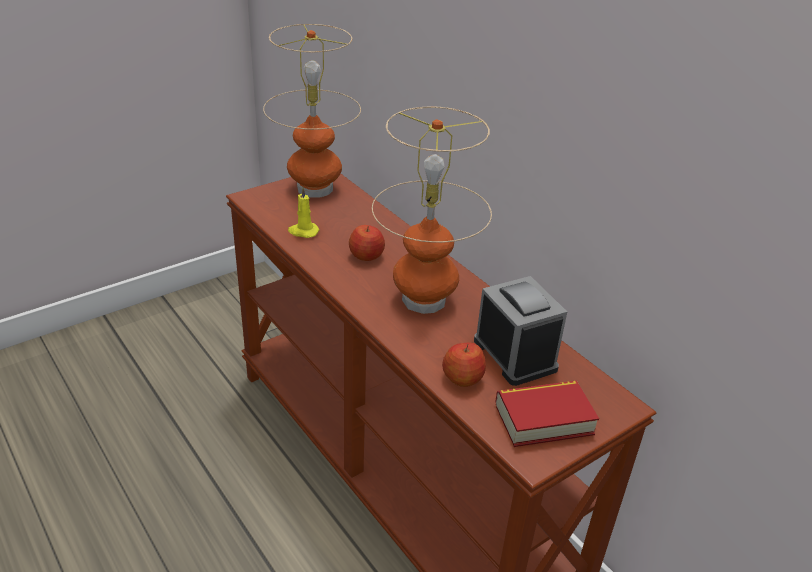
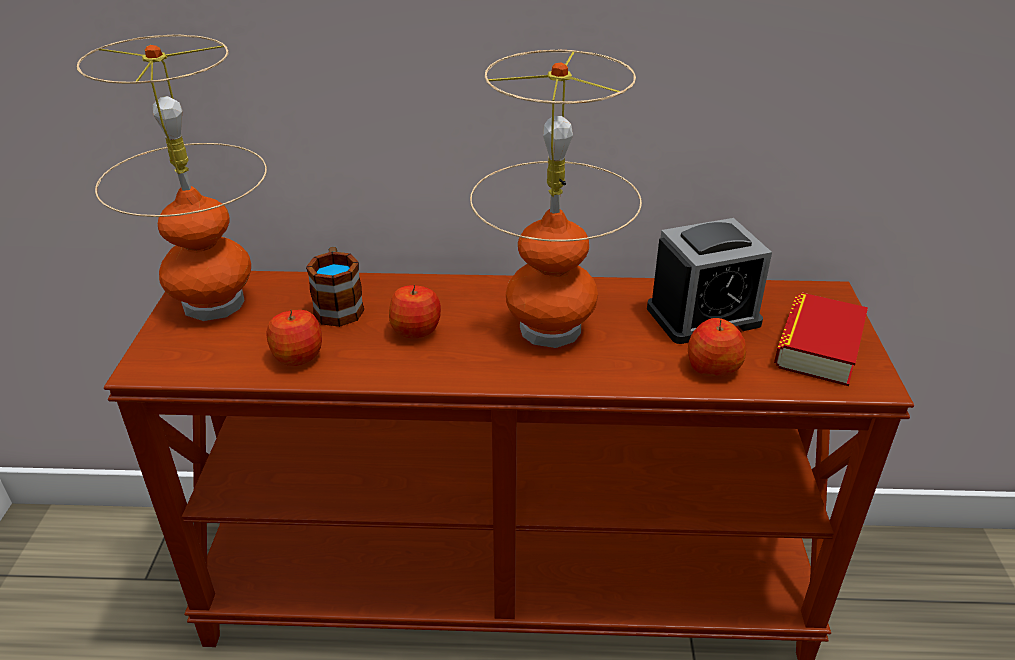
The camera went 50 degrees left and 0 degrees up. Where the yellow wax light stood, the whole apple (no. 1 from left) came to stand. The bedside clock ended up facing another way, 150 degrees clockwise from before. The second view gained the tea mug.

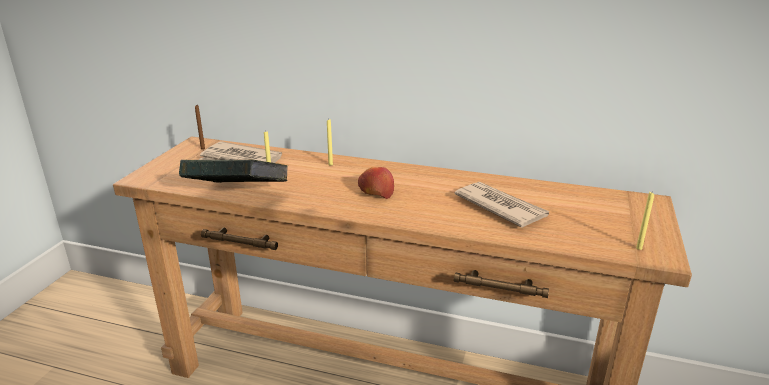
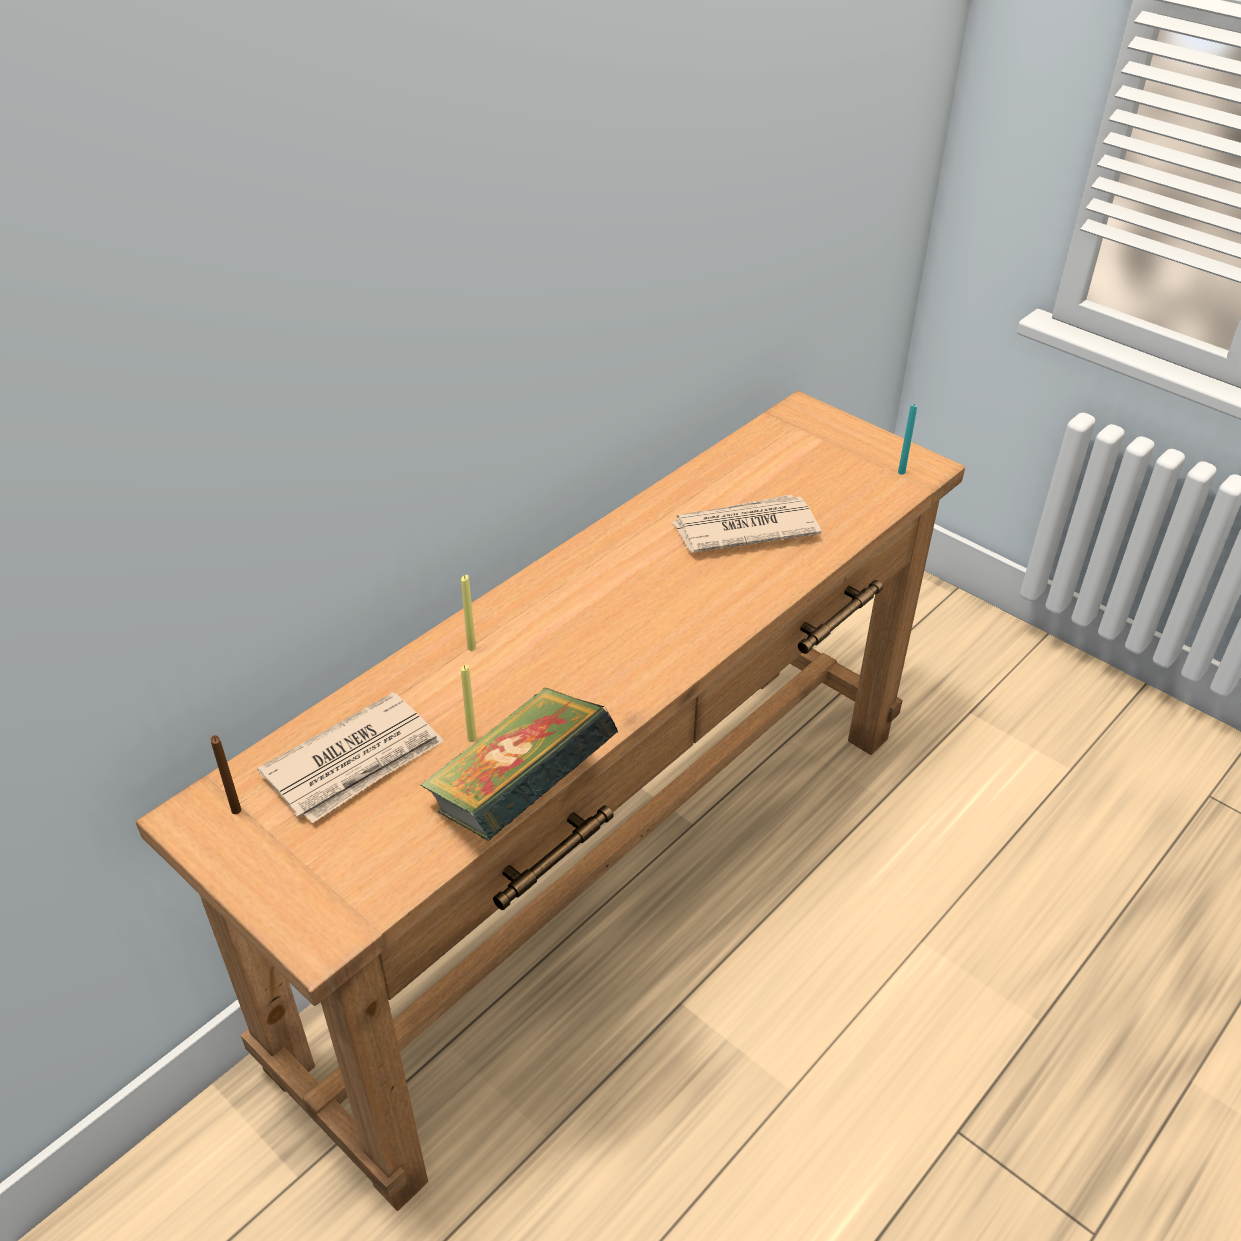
The camera went 65 degrees left and 15 degrees up. The second view lost the whole apple. What was the yellow wax light (no. 3 from left) turned into the turquoise wax light.

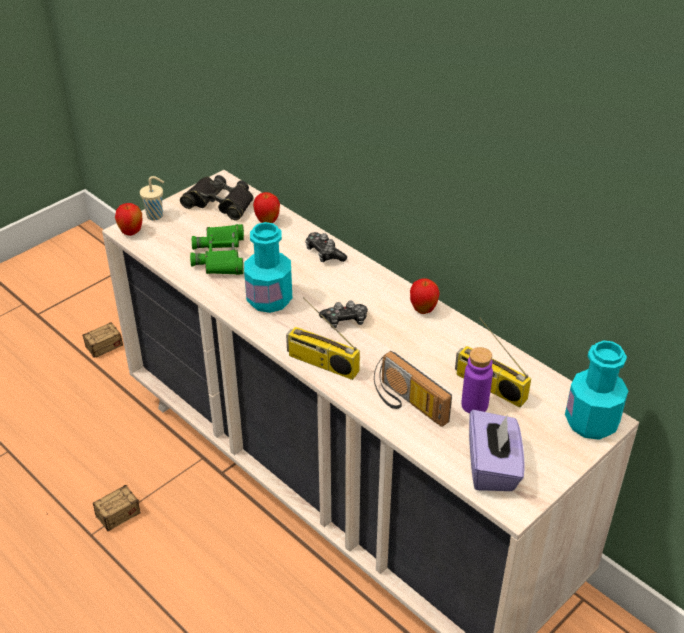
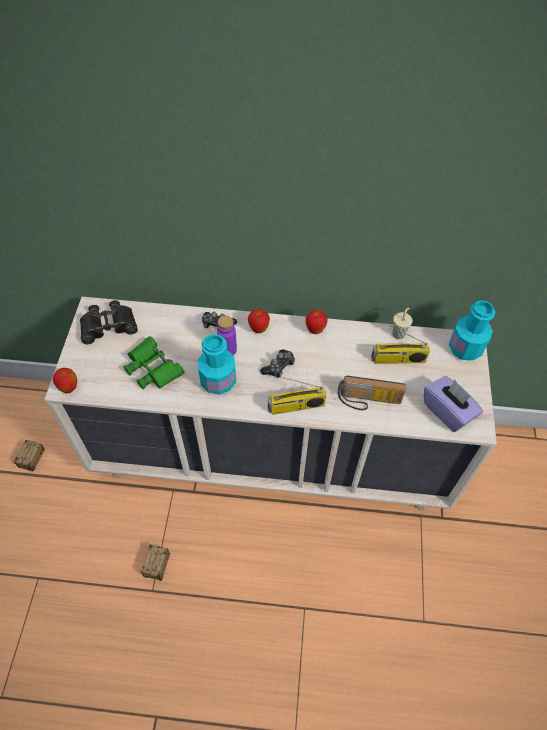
The camera went 40 degrees left and 15 degrees up. The beige cup ended up elsewhere. The whole apple (no. 2 from left) ended up elsewhere. The purple bottle ended up elsewhere.

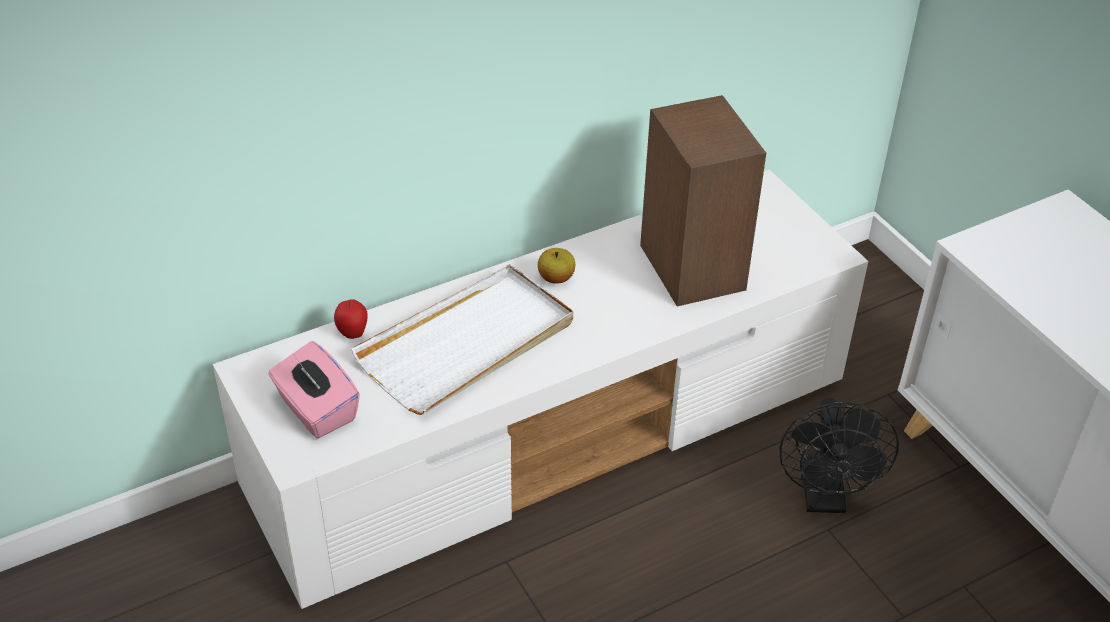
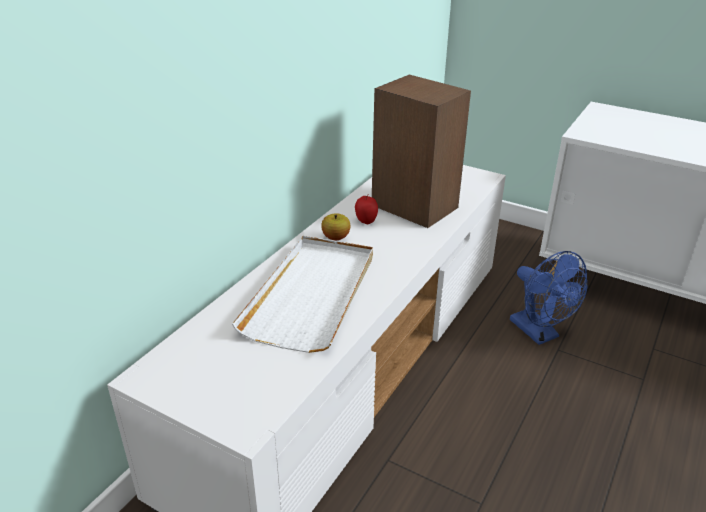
The camera went 30 degrees left and 10 degrees down. The second view lost the pinkish box of tissues. The whole apple (no. 1 from left in the first image) ended up elsewhere. What was the black-coloured electric fan turned into the blue electric fan.

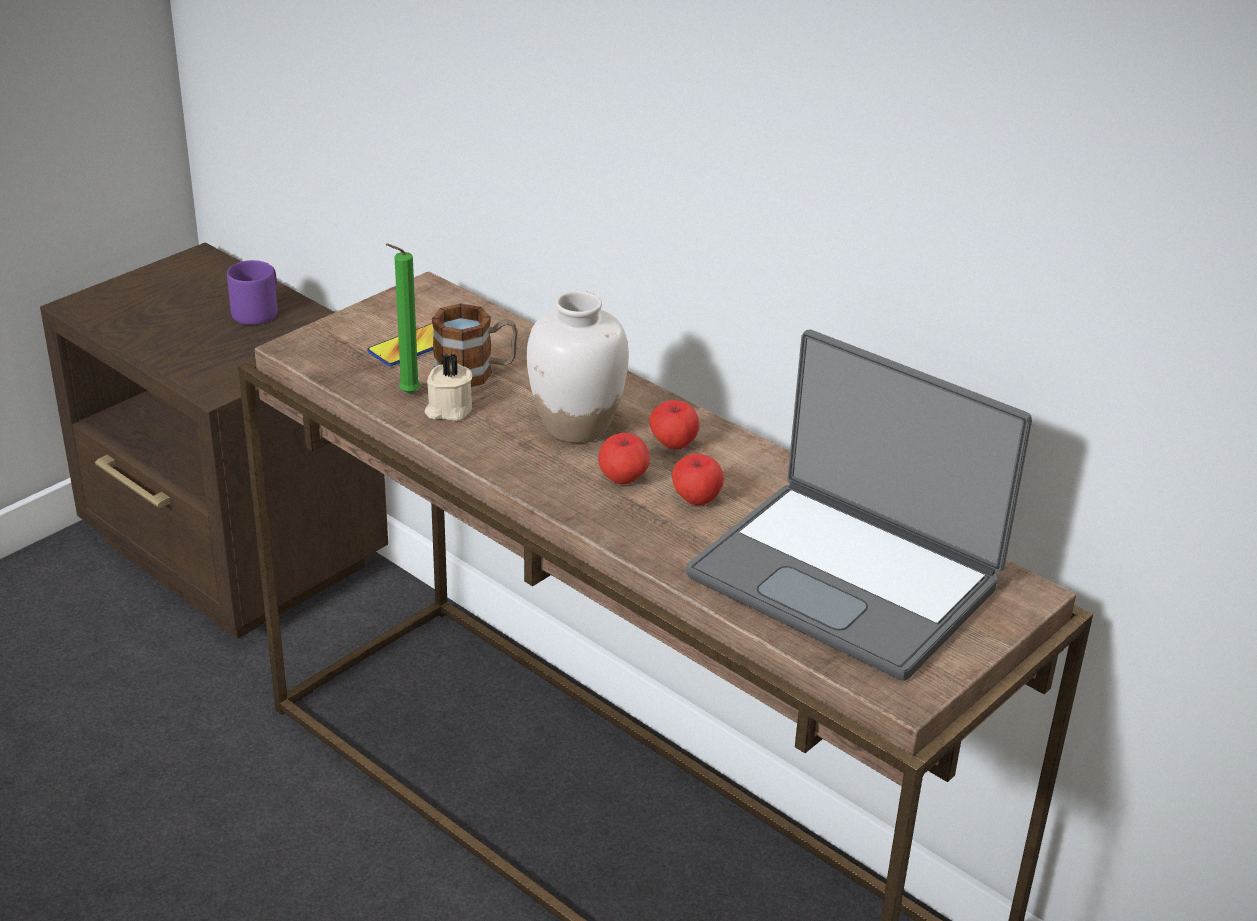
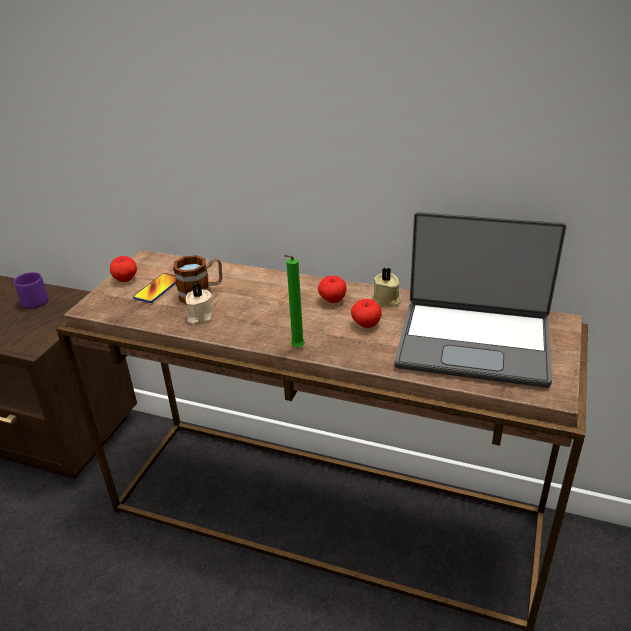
The camera went 20 degrees left and 0 degrees up. The green-coloured wax light ended up elsewhere. The second view lost the whitish vase. The whole apple (no. 1 from left) ended up elsewhere. The second view gained the beige wax light (no. 2 from left).

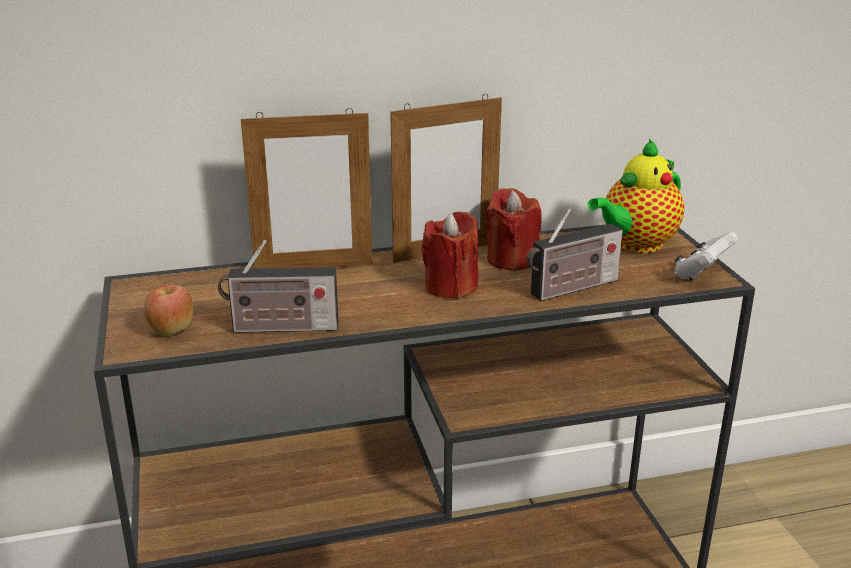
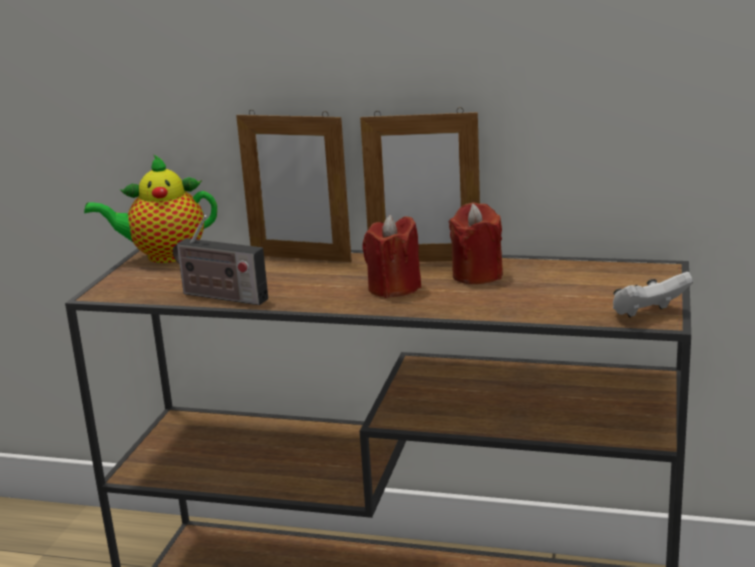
The camera went 30 degrees right and 5 degrees down. The second view lost the whole apple. The second view lost the radio (no. 2 from left). The tea pot ended up elsewhere.

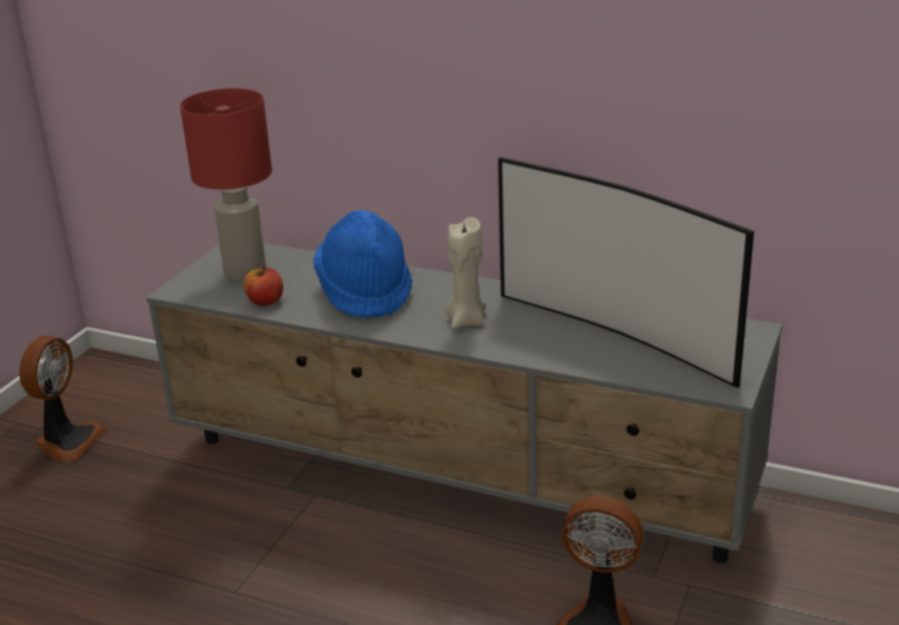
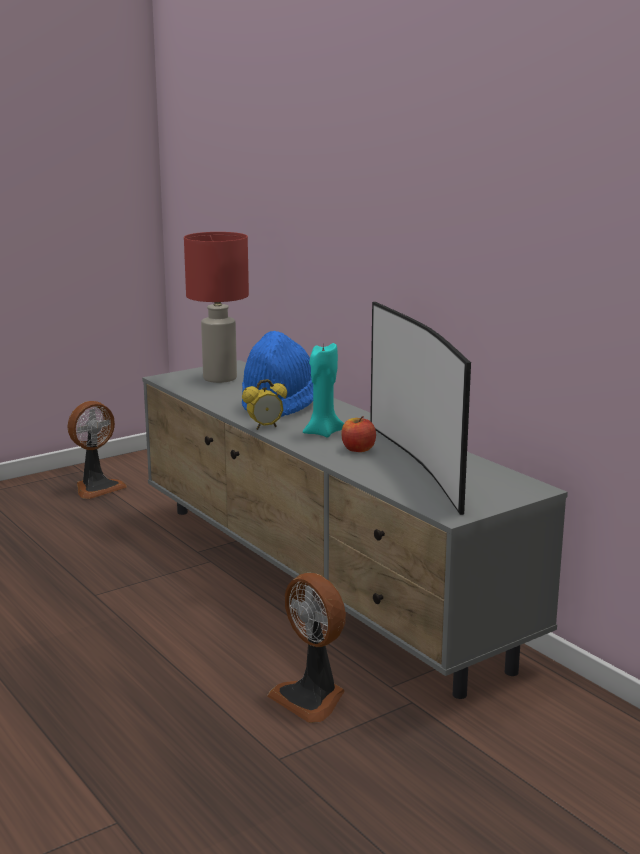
The camera went 30 degrees right and 10 degrees down. The whole apple ended up elsewhere. What was the beige wax light turned into the turquoise wax light. The second view gained the bedside clock.

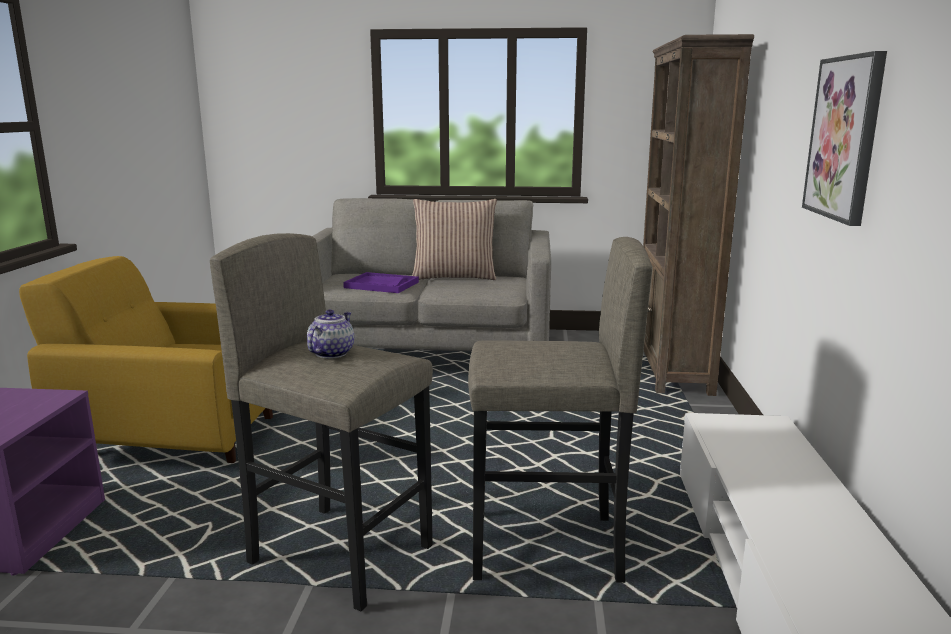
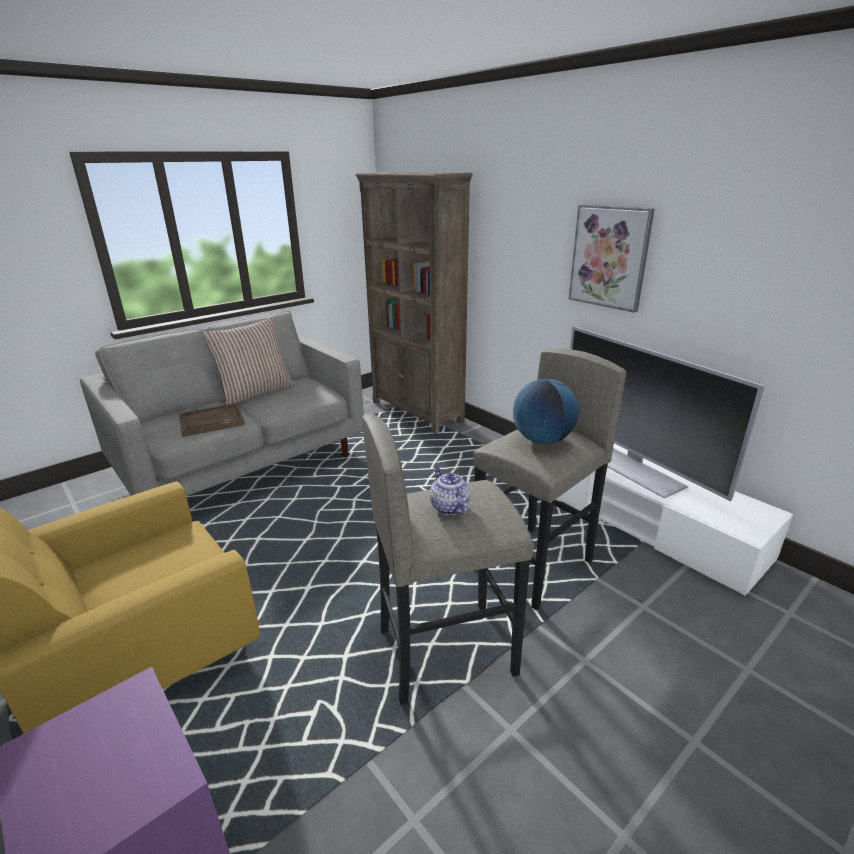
The camera went 45 degrees left and 10 degrees up. What was the purple tray turned into the brownish tray. The second view gained the desk globe. The second view gained the TV.

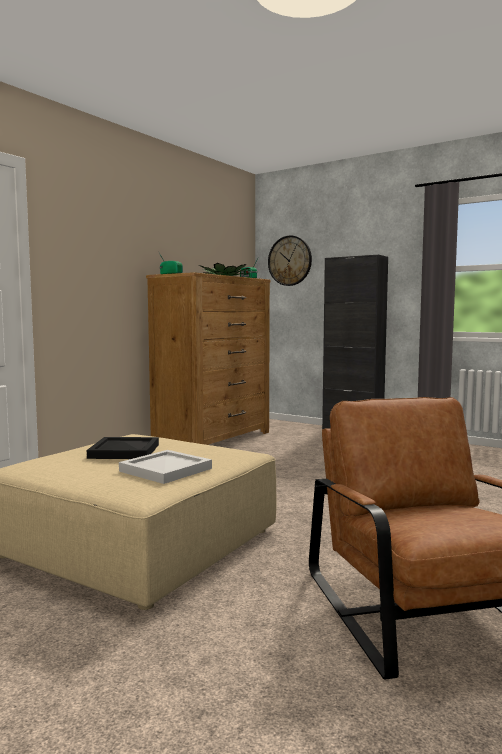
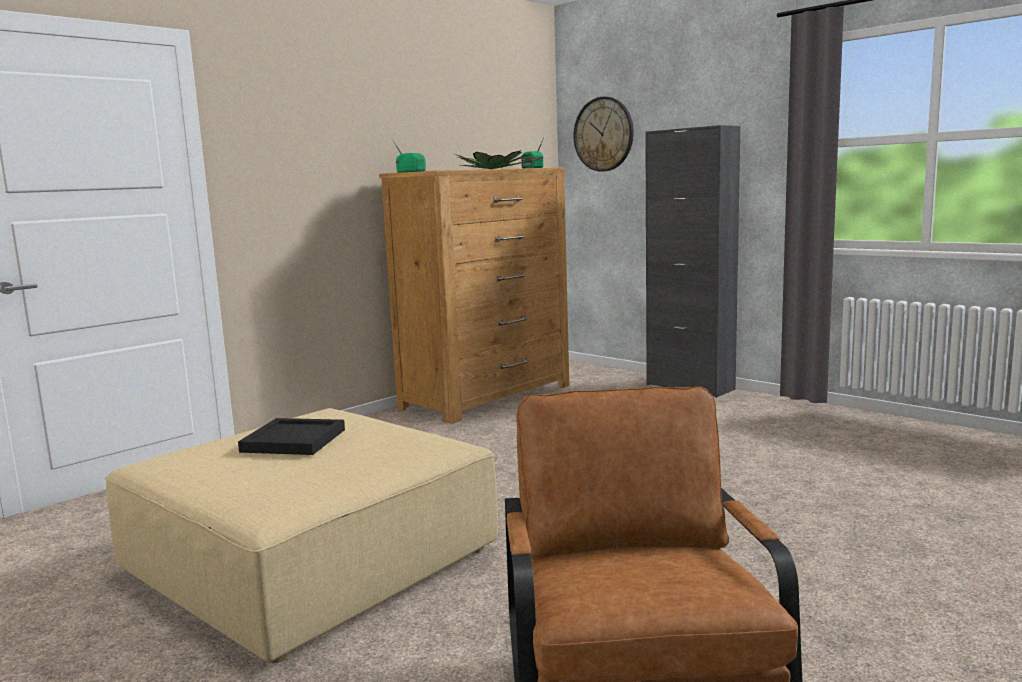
The camera went 10 degrees right and 5 degrees up. The second view lost the whitish tray.

